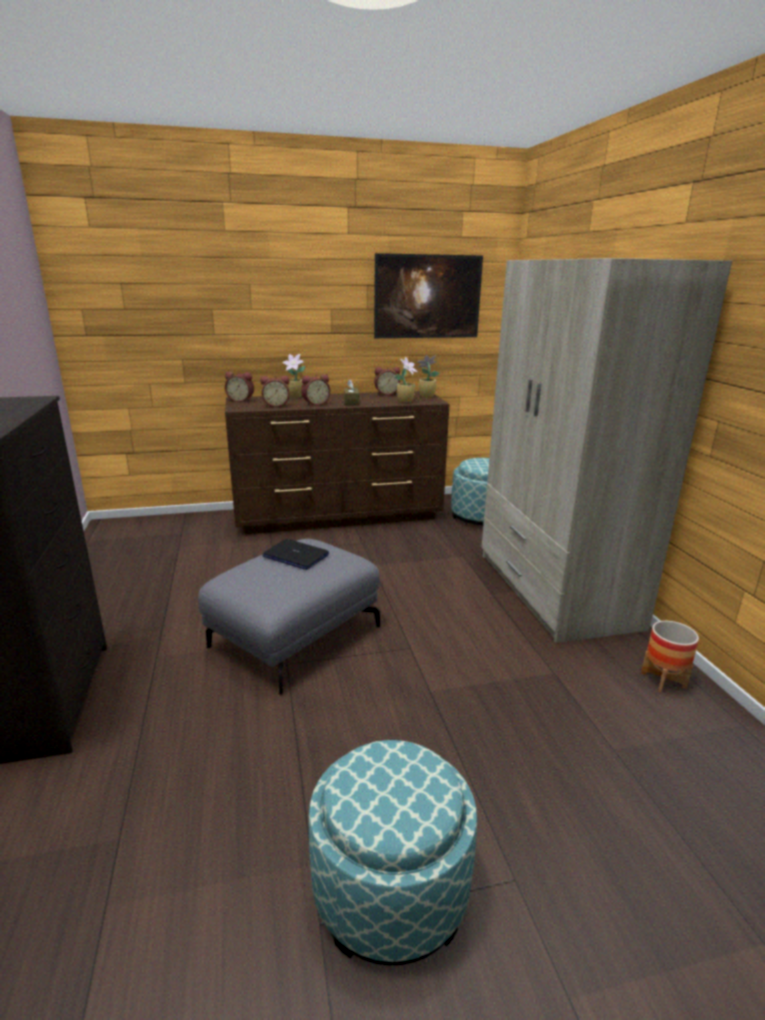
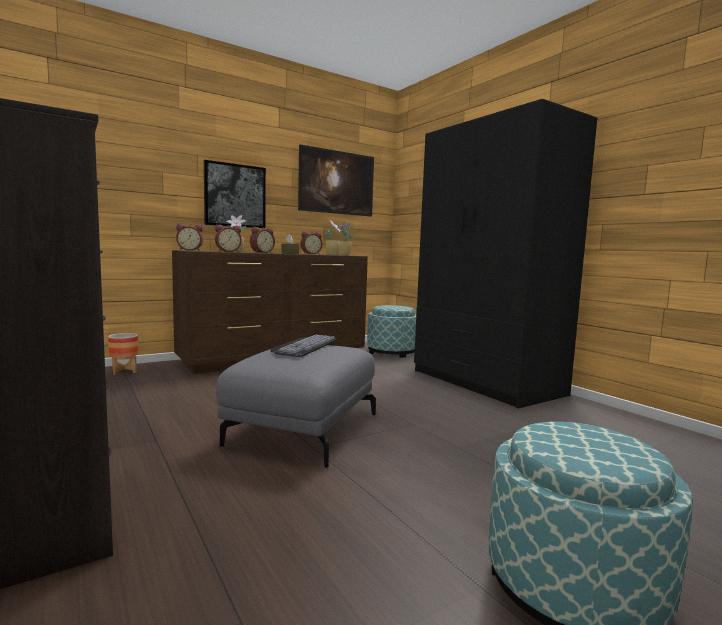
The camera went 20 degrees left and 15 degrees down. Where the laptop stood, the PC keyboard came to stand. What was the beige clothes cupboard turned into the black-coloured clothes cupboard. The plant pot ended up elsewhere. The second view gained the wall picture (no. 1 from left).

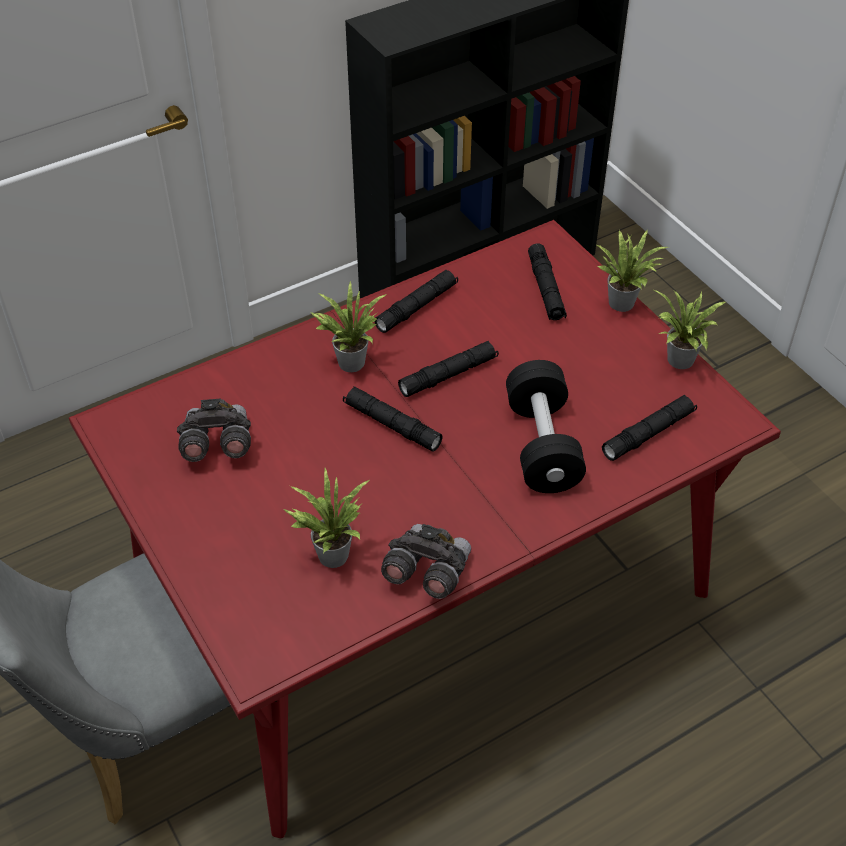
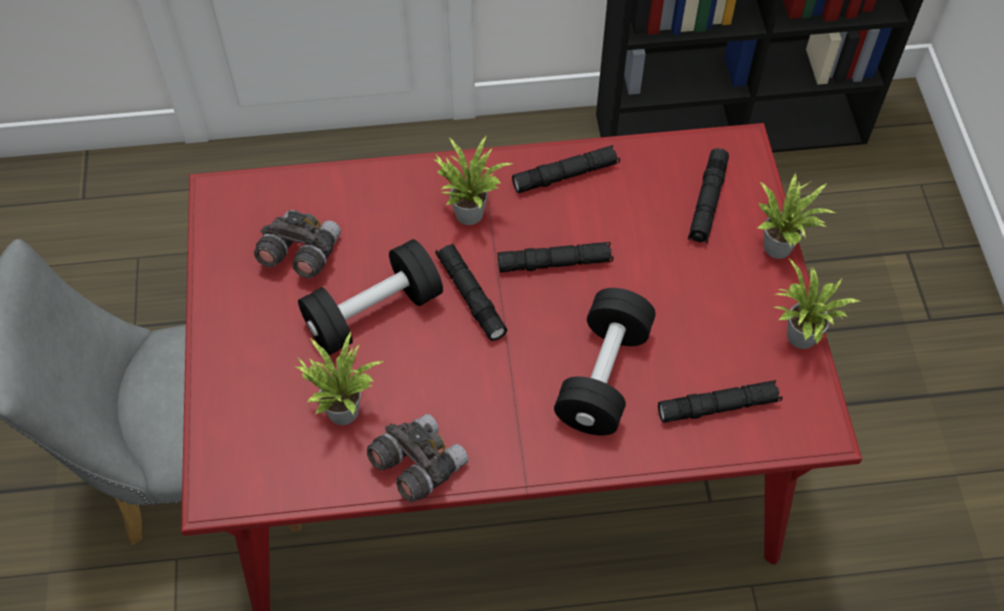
The camera went 25 degrees right and 10 degrees up. The second view gained the black-coloured hand weight (no. 1 from left).

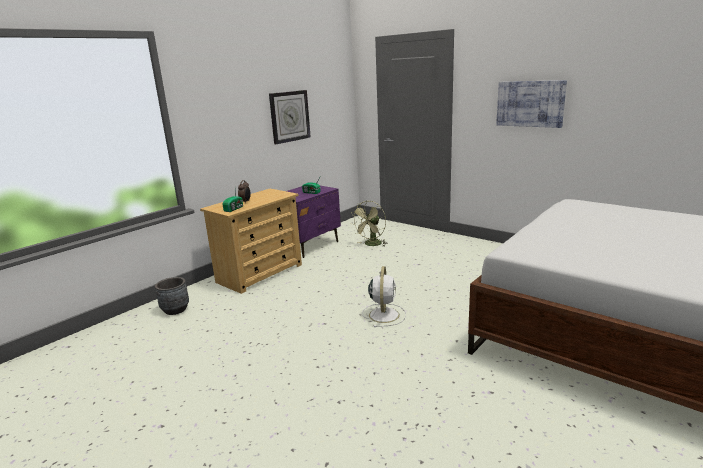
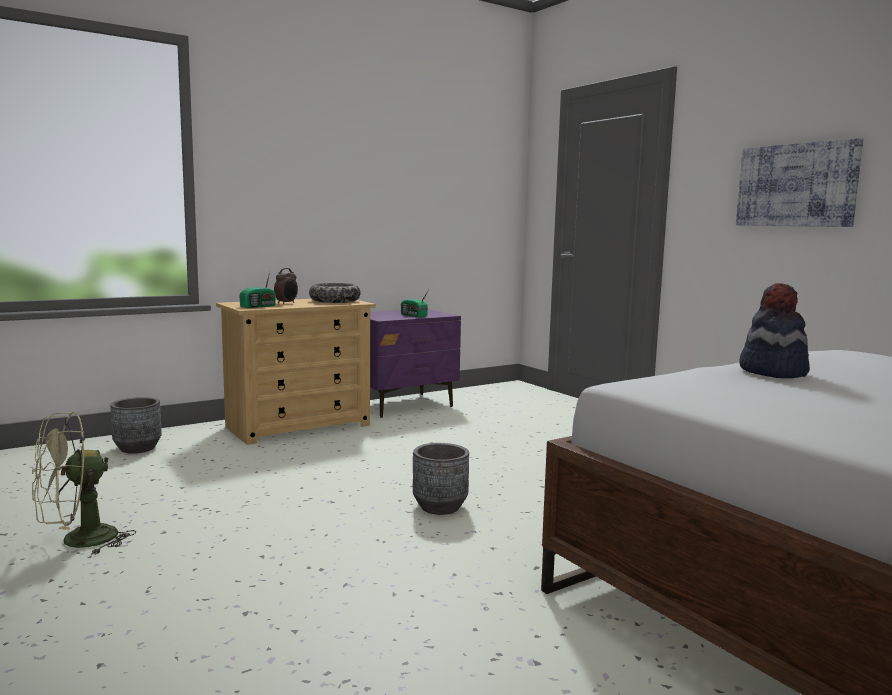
The camera went 15 degrees right and 10 degrees down. The second view lost the clock on the wall. The green-coloured electric fan ended up elsewhere. Where the whitish electric fan stood, the gray plant pot (no. 2 from left) came to stand. The second view gained the bowl. The second view gained the clothing hat.

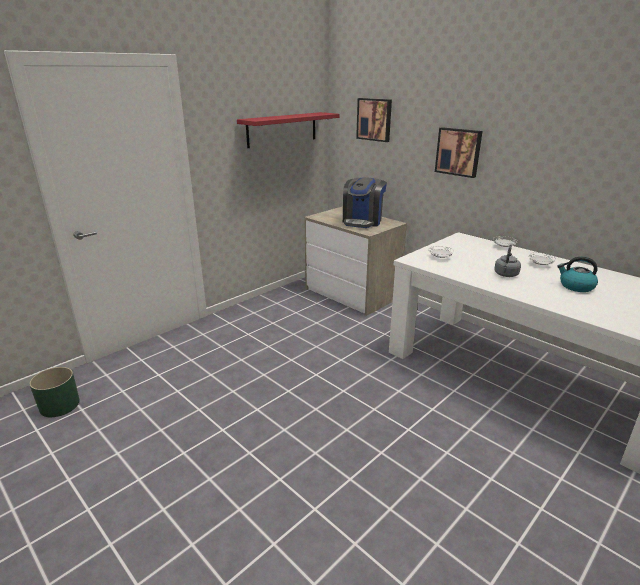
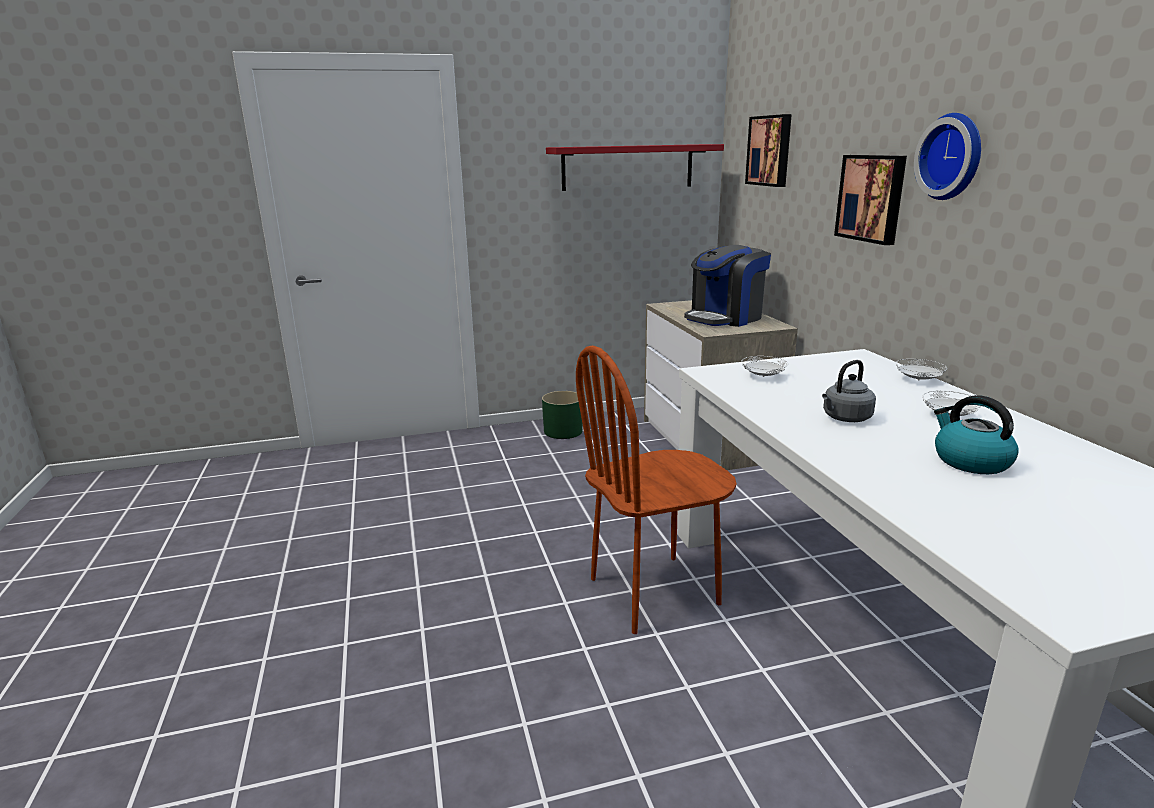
The camera went 30 degrees right and 5 degrees down. The green-coloured plant pot ended up elsewhere. The second view gained the brownish plain chair. The second view gained the clock on the wall.

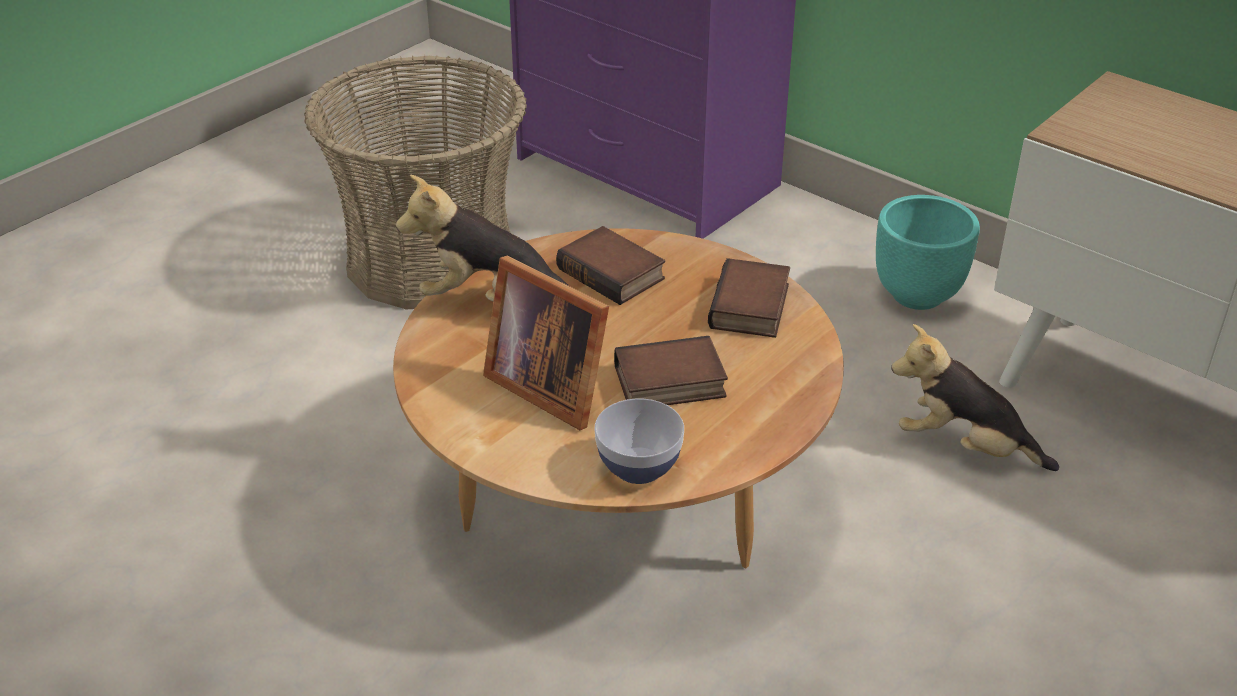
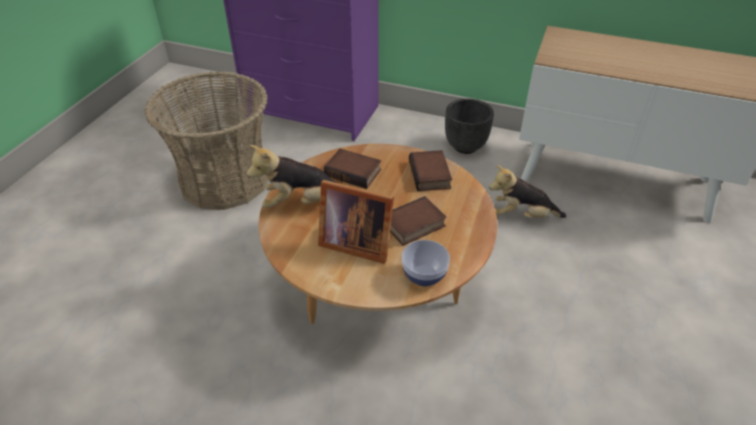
The camera went 20 degrees left and 5 degrees up. What was the turquoise plant pot turned into the black-coloured plant pot.

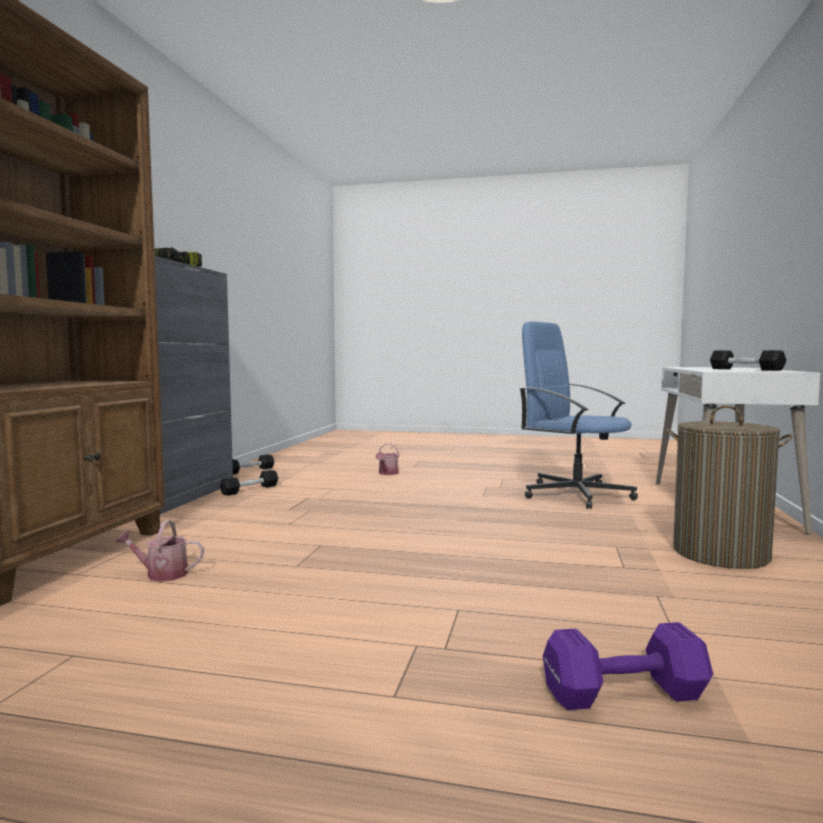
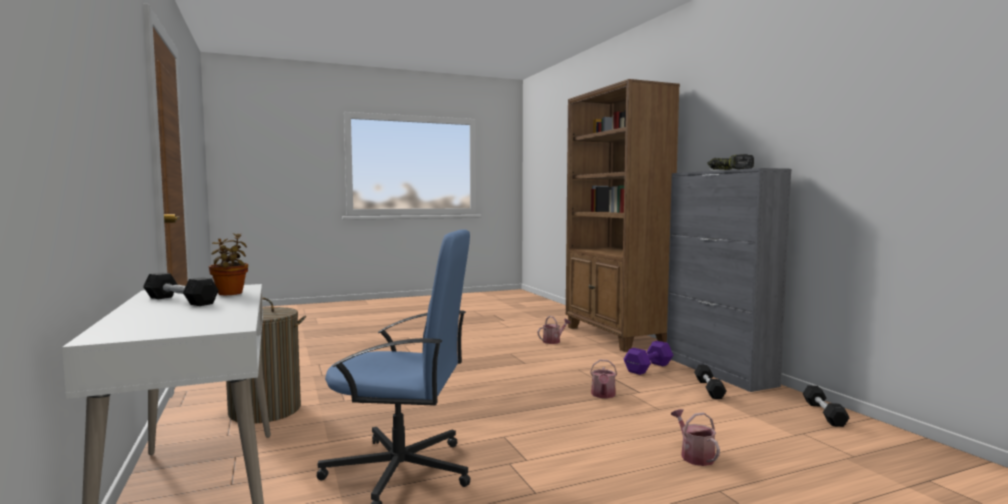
The camera went 145 degrees right and 0 degrees up. The purple hand weight ended up elsewhere. The second view gained the plant in a pot. The second view gained the sprinkling can (no. 2 from left).

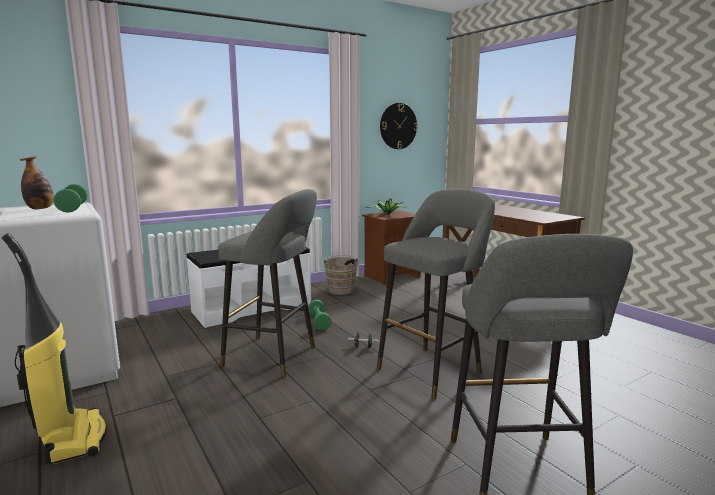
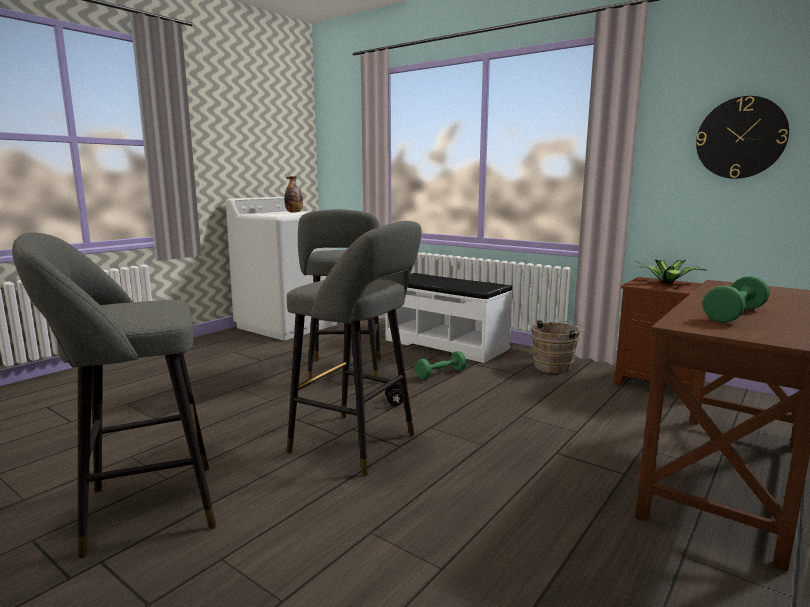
The camera went 70 degrees right and 0 degrees up. The second view lost the hoover. The green-coloured hand weight (no. 1 from left in the first image) ended up elsewhere.

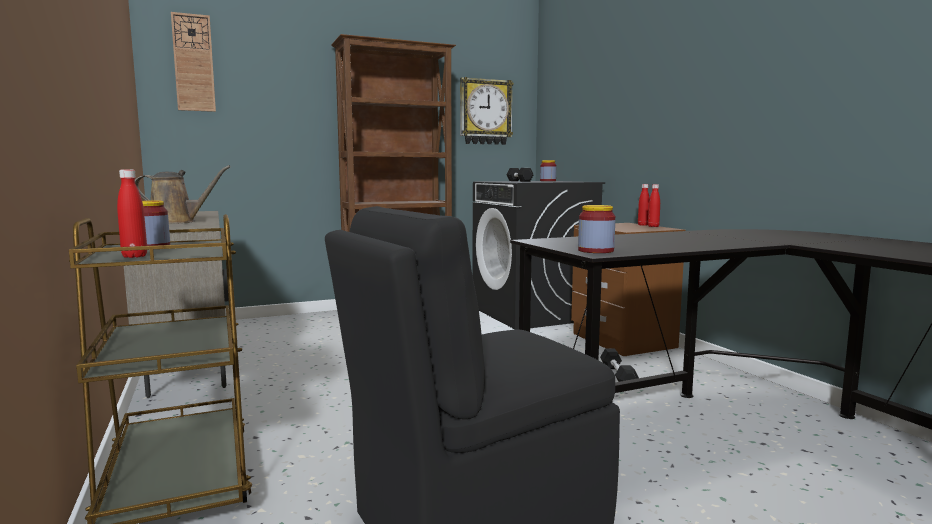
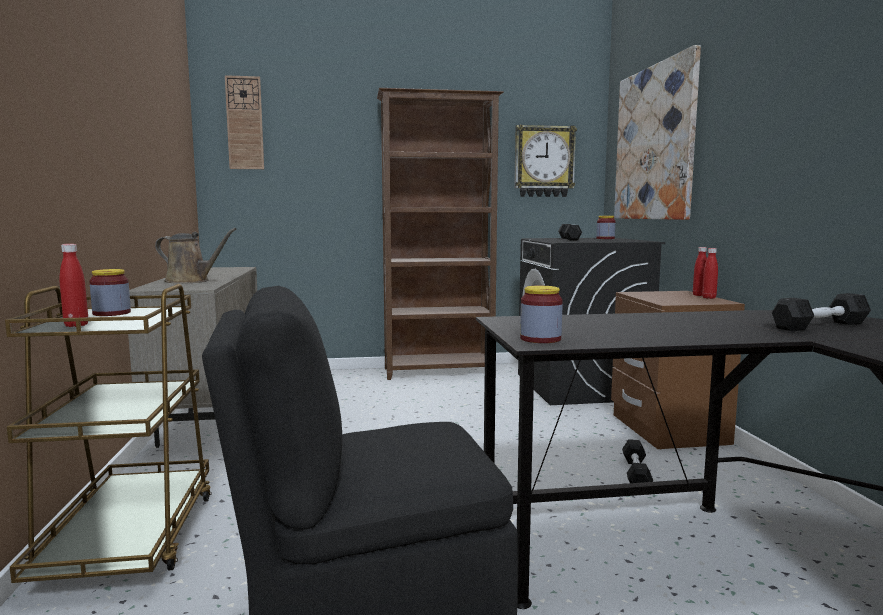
The camera went 15 degrees right and 0 degrees up. The second view gained the wall picture. The second view gained the black-coloured hand weight (no. 3 from left).

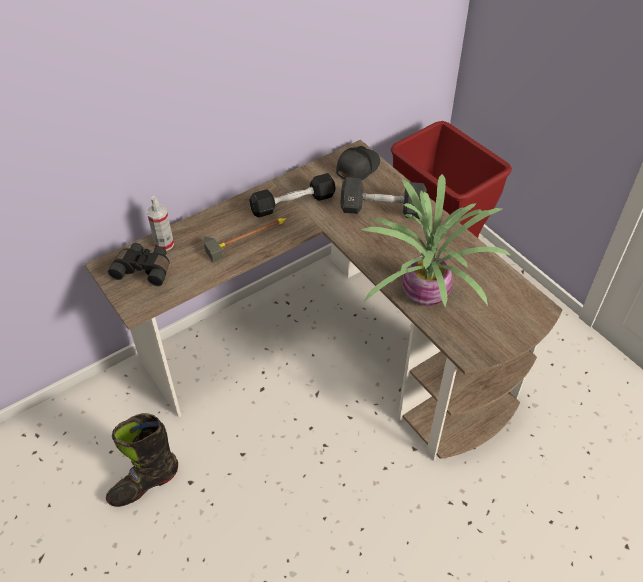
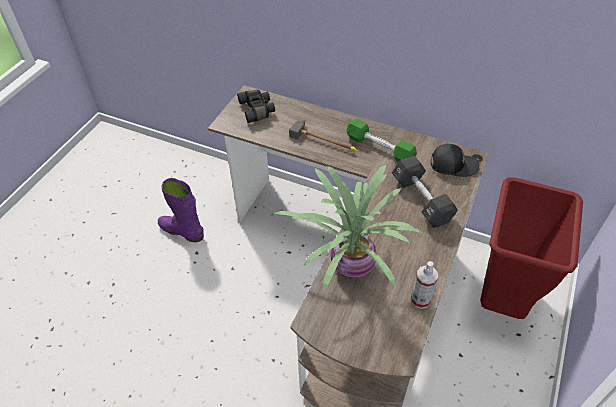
The camera went 60 degrees right and 0 degrees up. What was the black-coloured high-top boot turned into the purple high-top boot. The hand sprayer ended up elsewhere. What was the black-coloured hand weight (no. 1 from left) turned into the green-coloured hand weight.

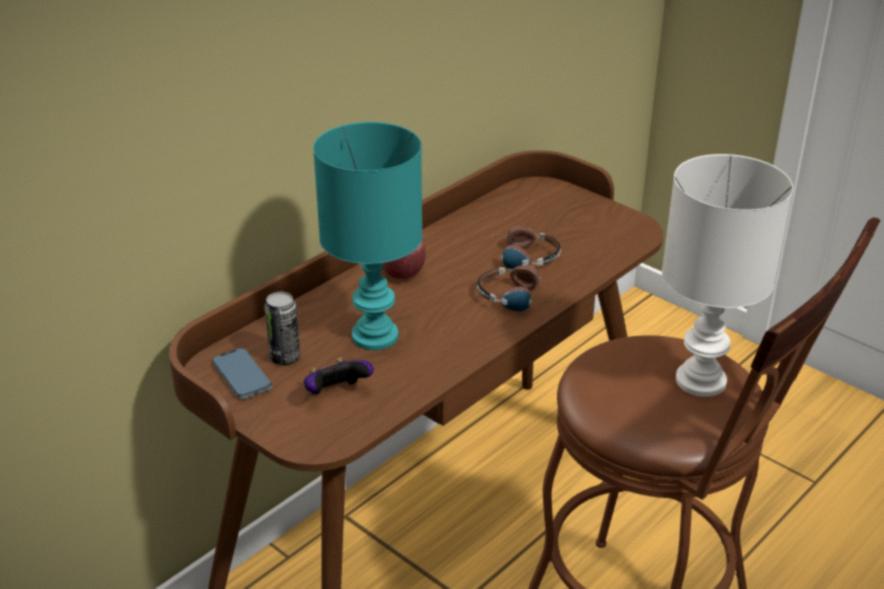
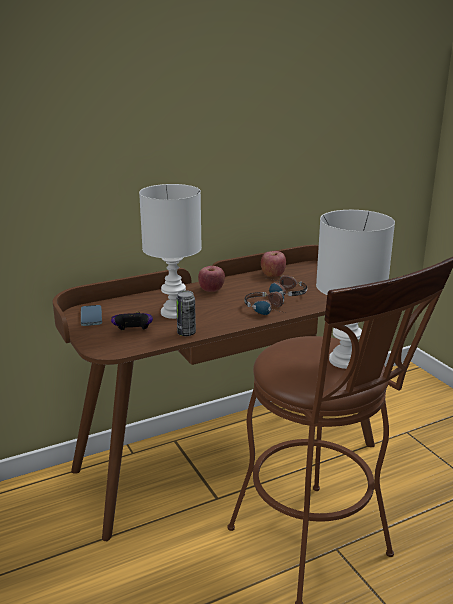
The camera went 20 degrees right and 10 degrees down. The can ended up elsewhere. What was the turquoise tabletop lamp turned into the whitish tabletop lamp (no. 1 from left). The second view gained the whole apple (no. 2 from left).

